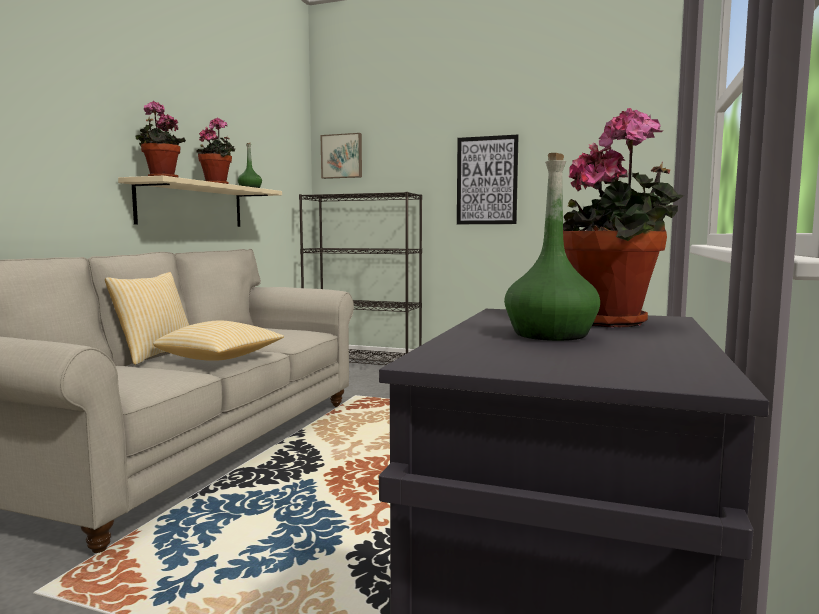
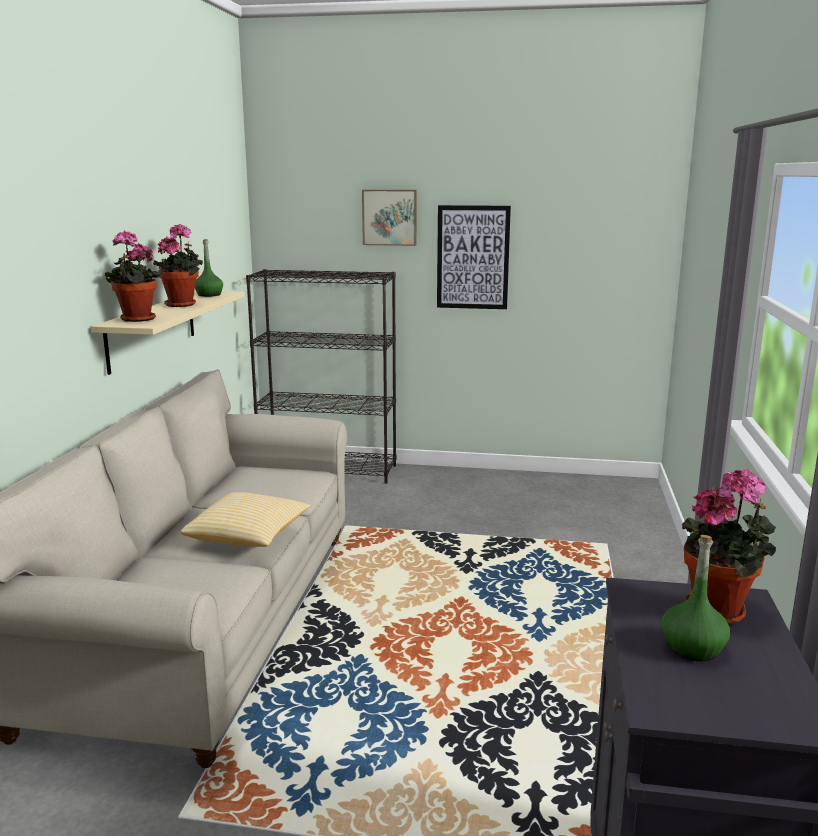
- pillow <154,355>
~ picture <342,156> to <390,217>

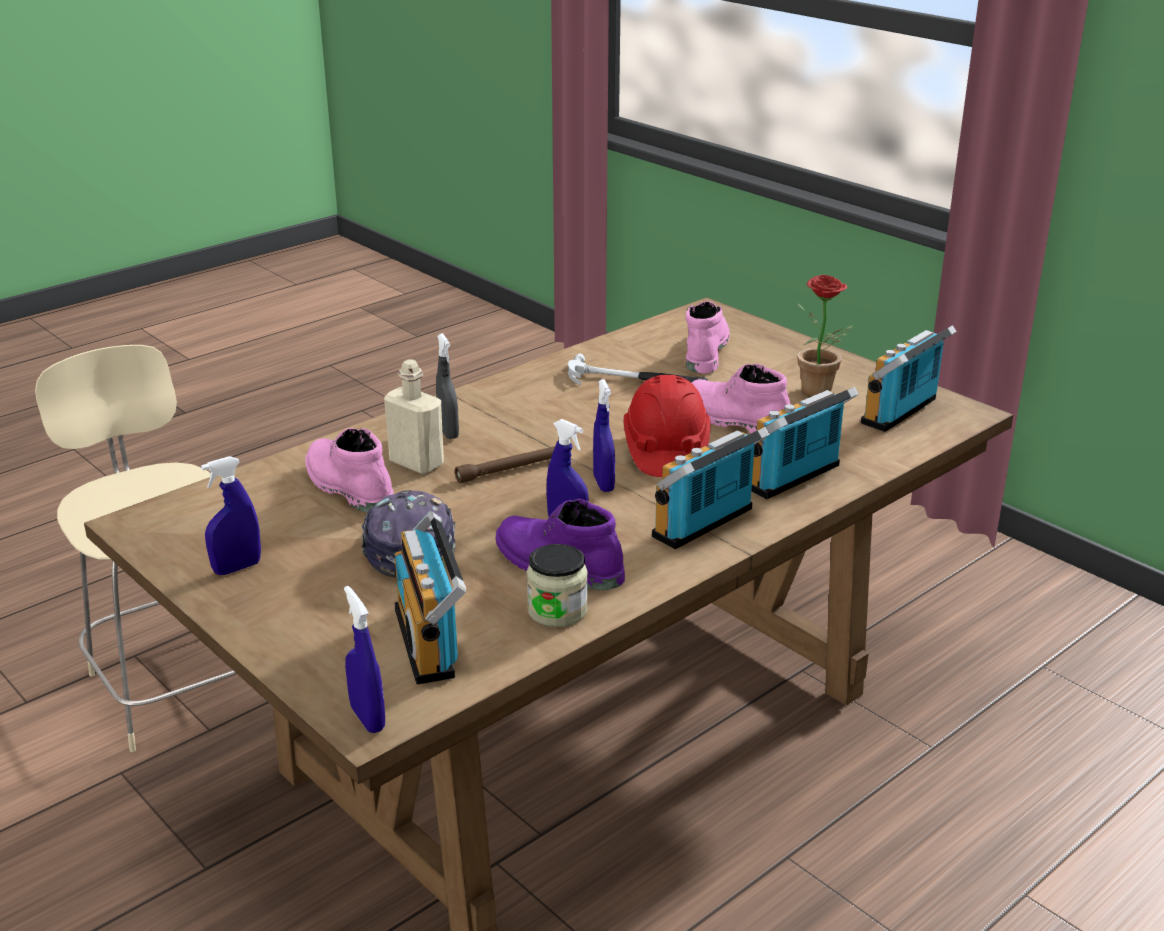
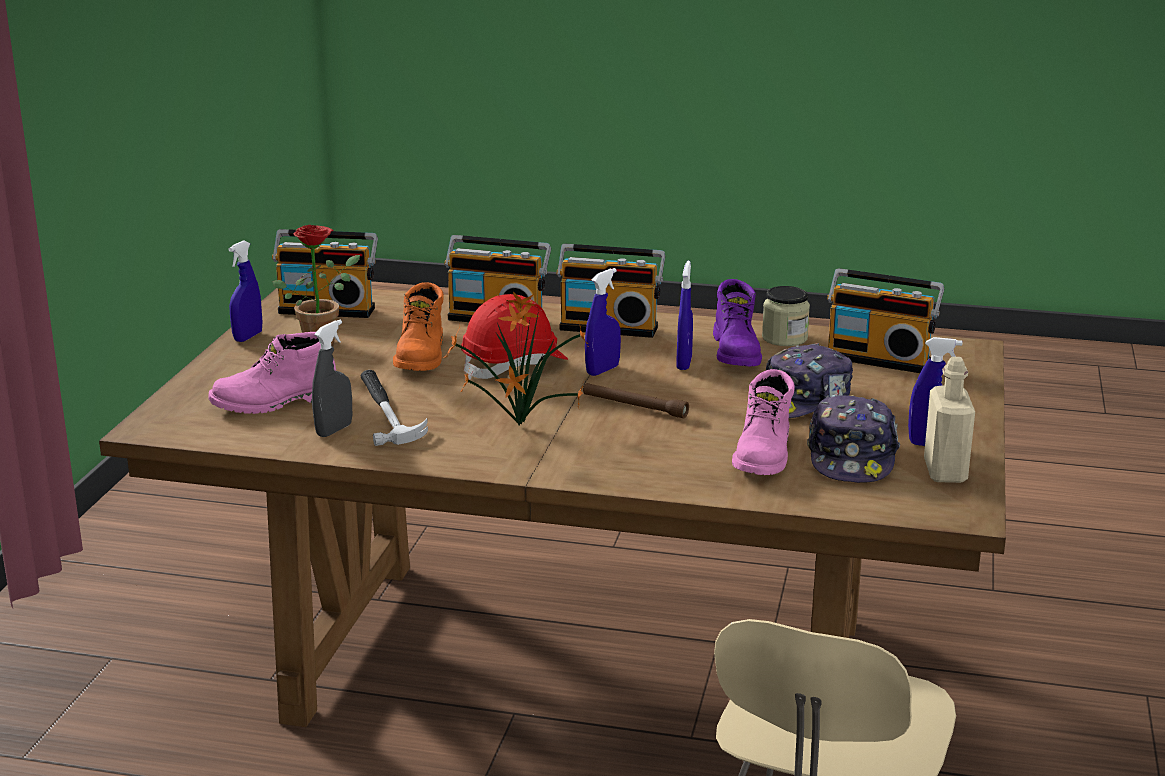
+ potted plant <515,425>
+ cap <852,457>
~ blue spray bottle <367,718> to <248,337>
~ beige bottle <416,463> to <945,471>
~ grey spray bottle <448,432> to <334,430>
~ pink boot <734,420> to orange boot <422,356>
~ radio <431,642> = <879,359> 75 degrees clockwise

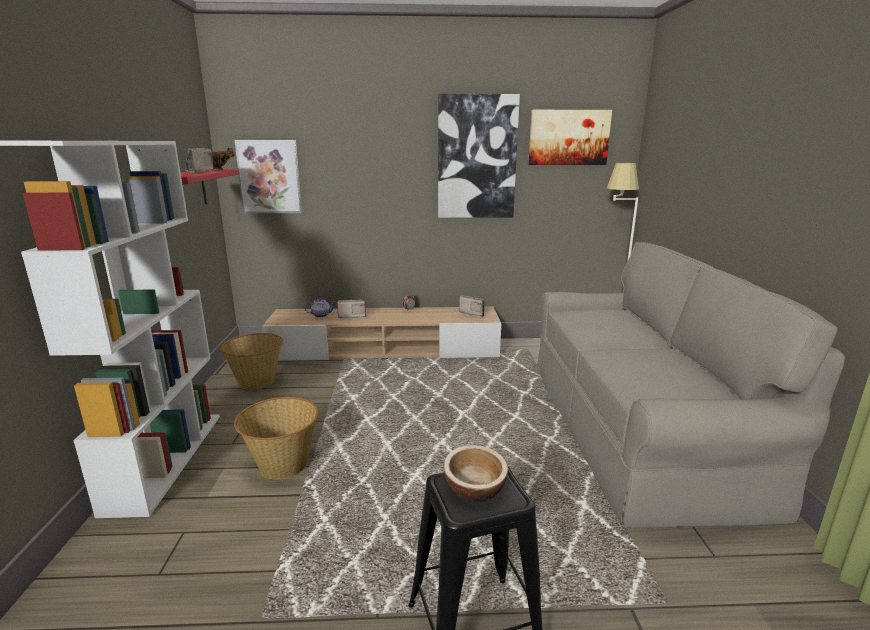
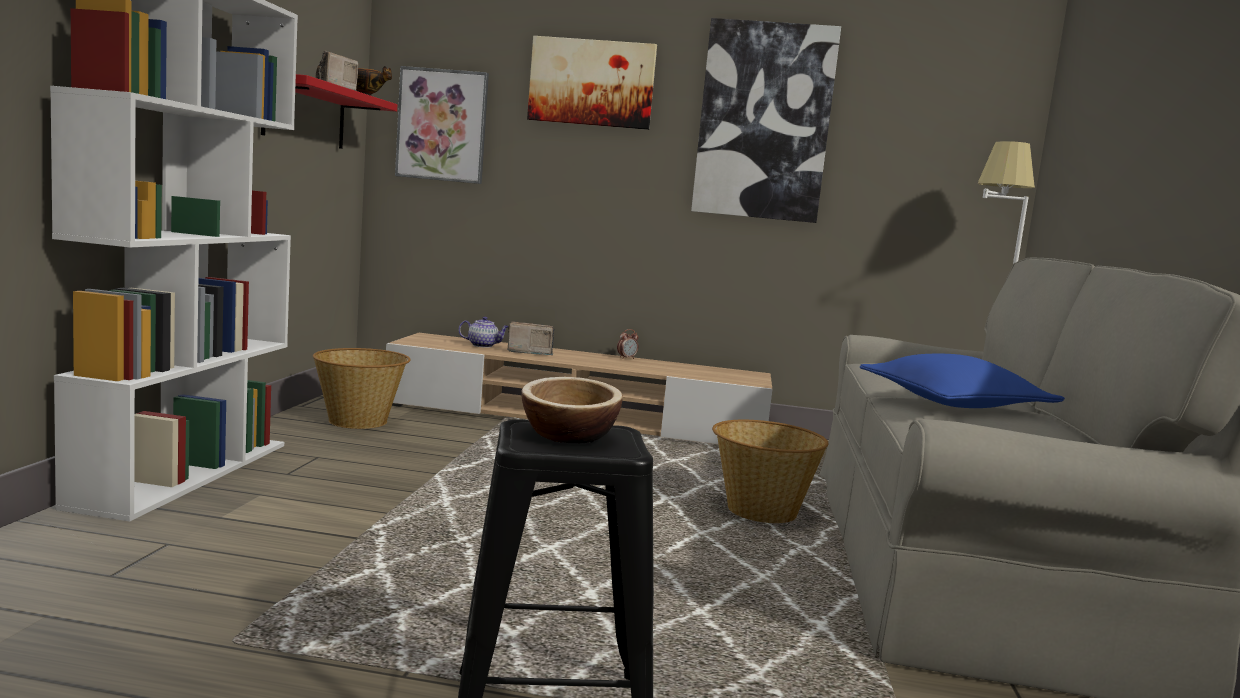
- radio <472,313>
+ blue pillow <953,403>
~ basket <282,464> to <760,512>
~ picture <568,137> to <592,83>

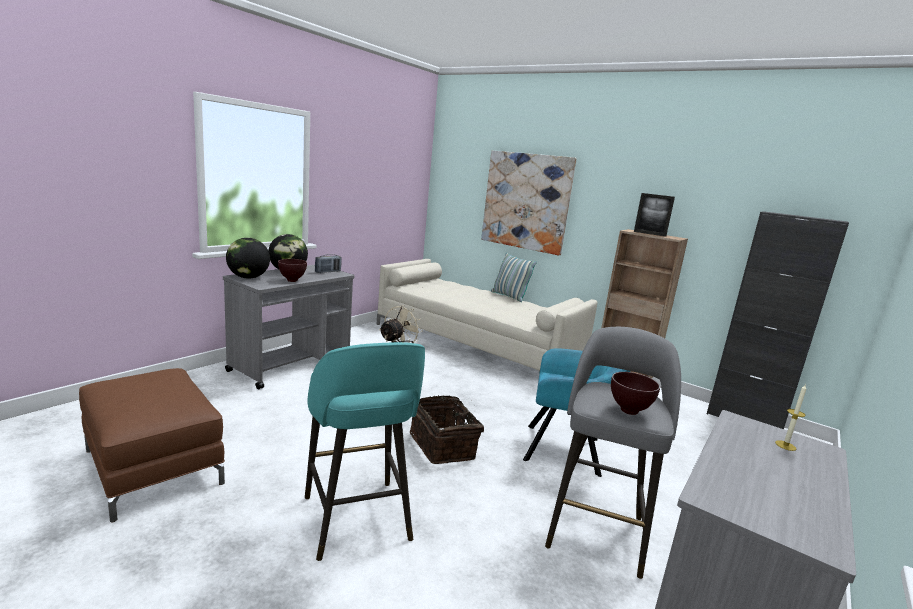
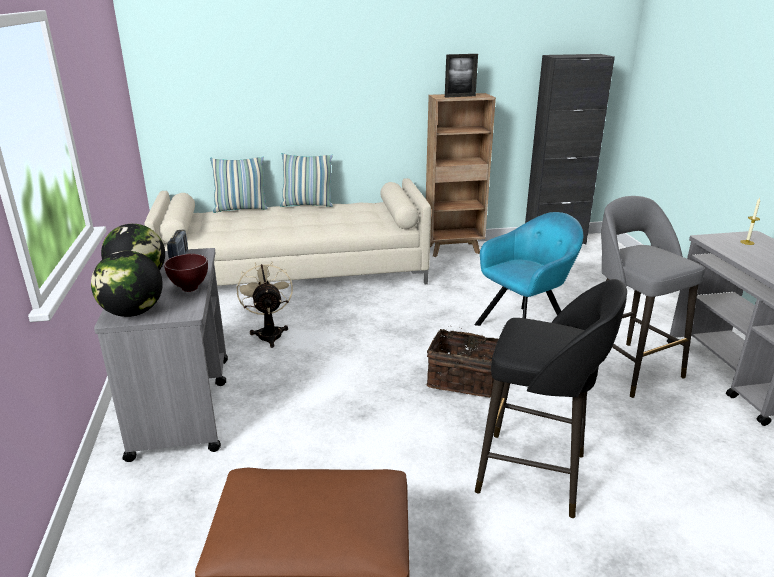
- picture <526,201>
- brown bowl <629,412>
+ pillow <241,209>
~ turquoise stool <357,521> to black stool <535,474>

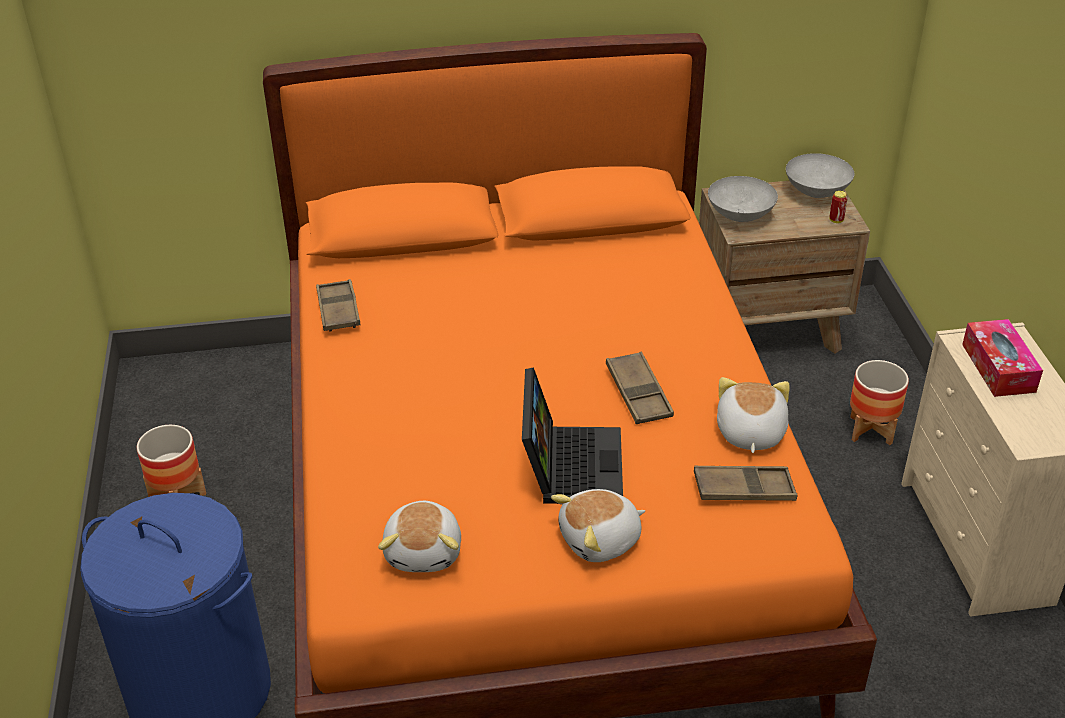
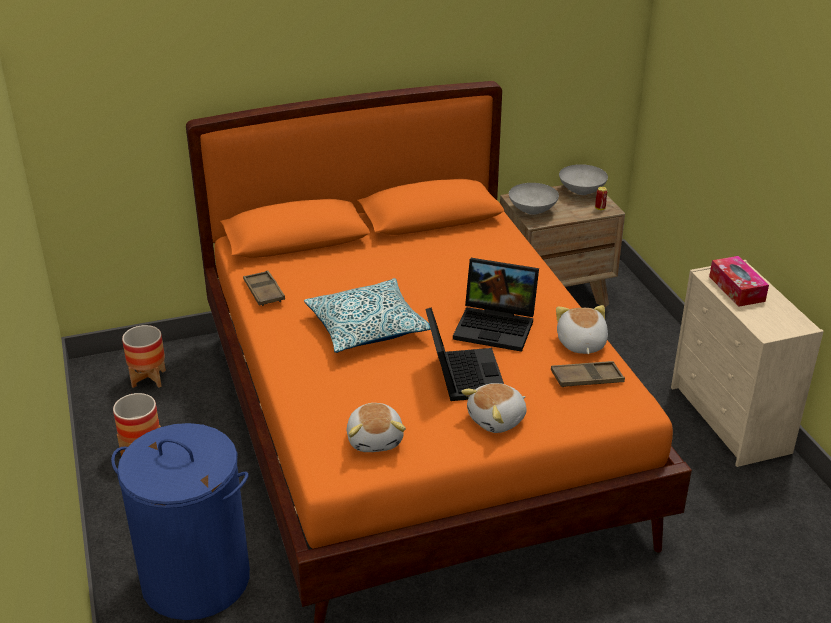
+ pillow <367,327>
~ planter <871,430> to <148,378>
~ brown tray <638,393> to laptop <497,326>

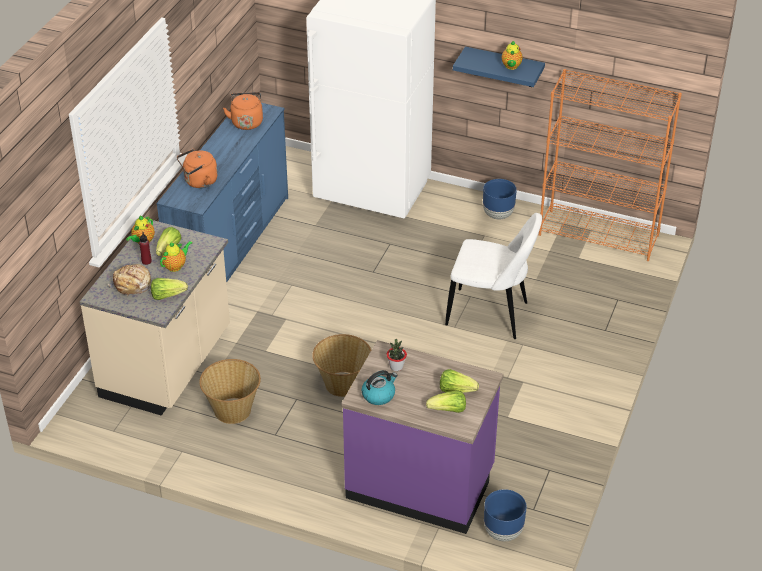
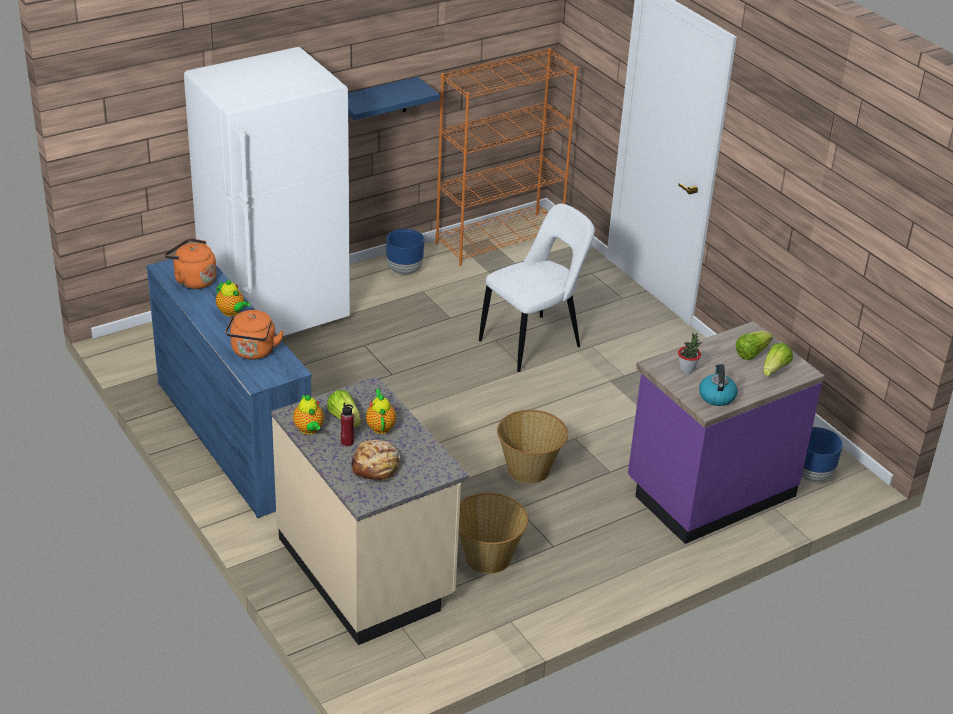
- lettuce <167,295>
~ teapot <511,67> to <232,312>

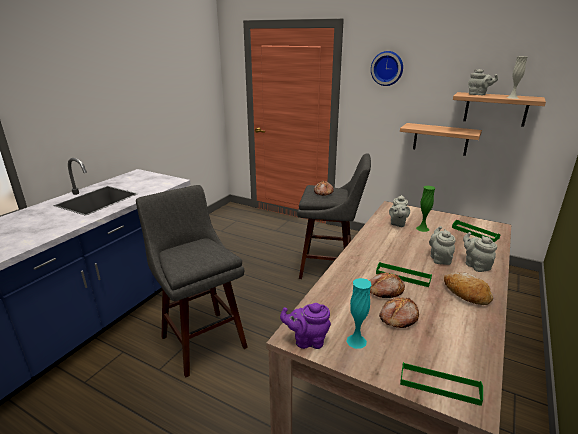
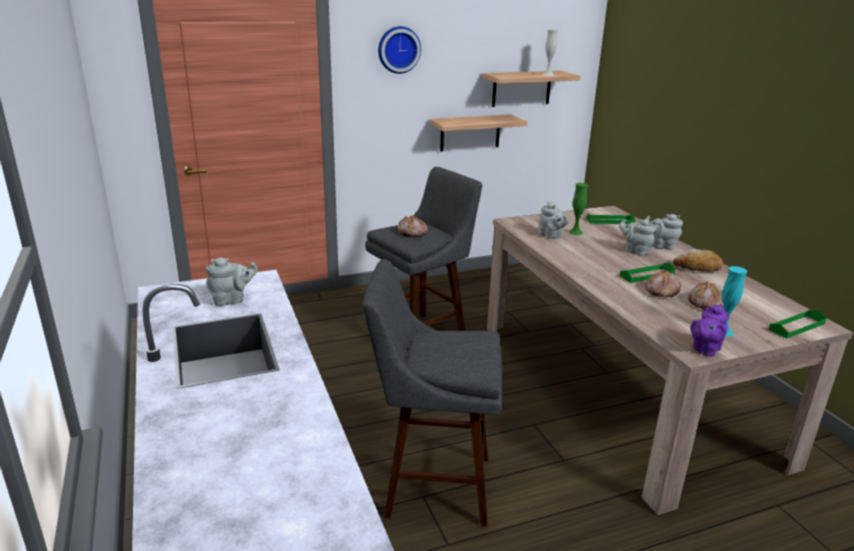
~ grey teapot <478,95> to <232,300>

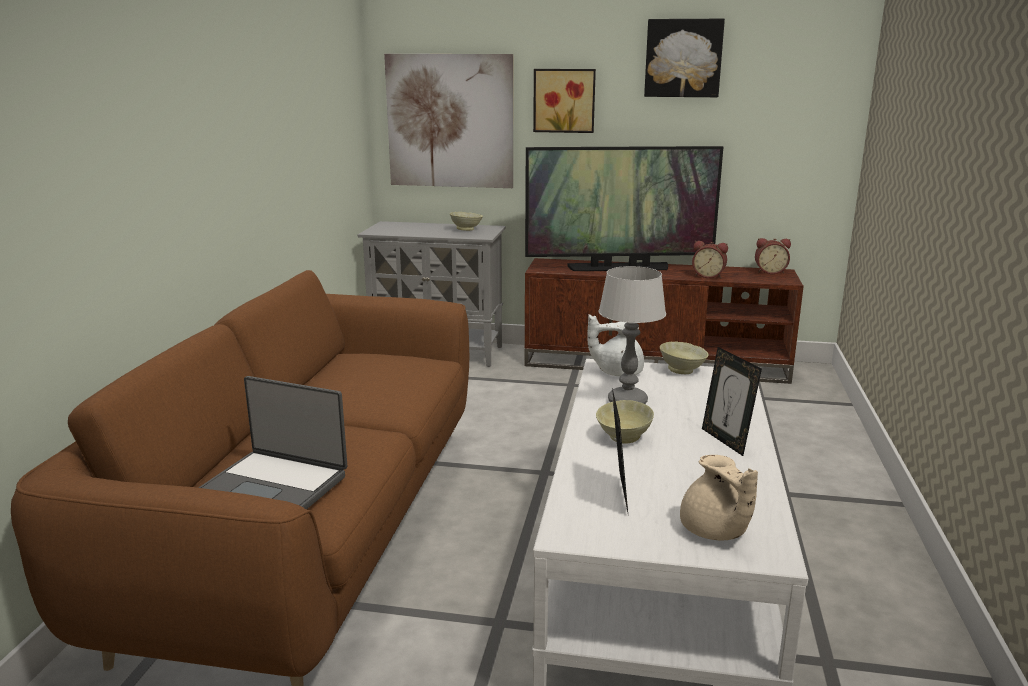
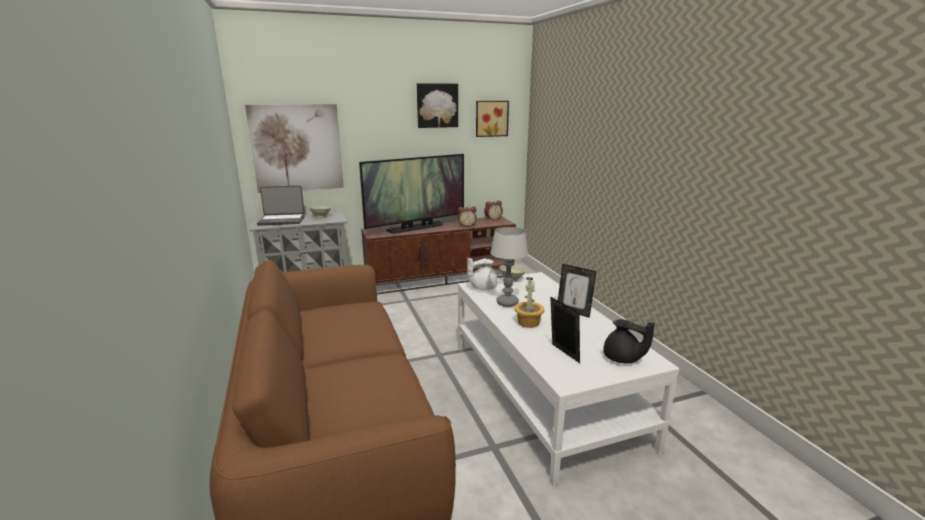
~ laptop <277,483> to <282,220>
~ picture <564,100> to <491,118>
~ beige bowl <622,438> to potted plant <528,323>
~ beige teapot <714,532> to black teapot <622,359>

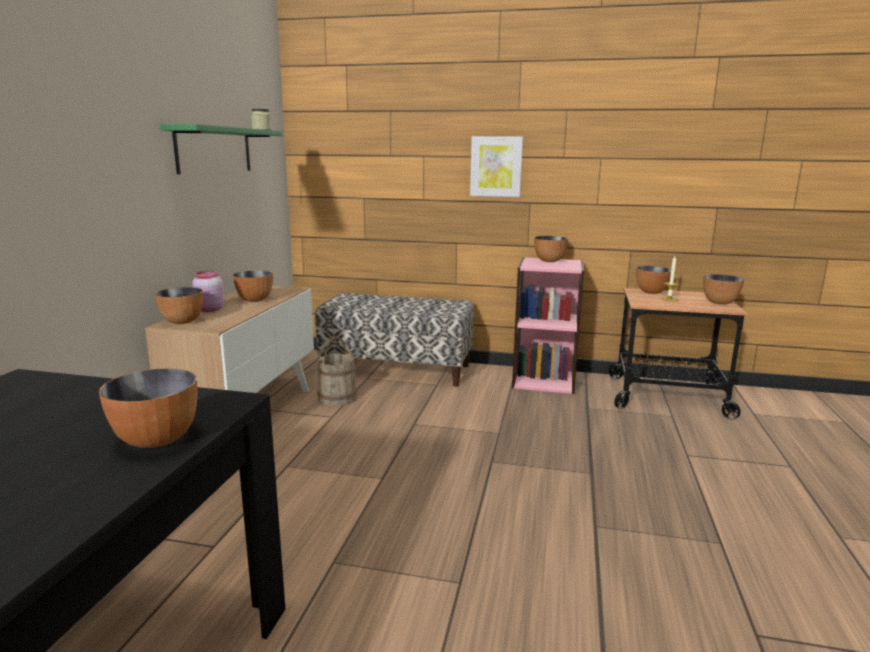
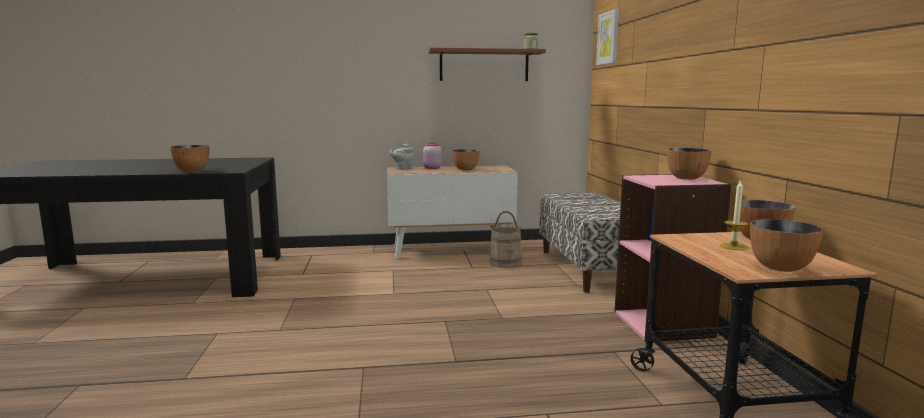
~ picture <496,166> to <608,38>
~ bowl <182,321> to grey teapot <402,168>
~ green shelf <214,150> to brown shelf <484,65>

